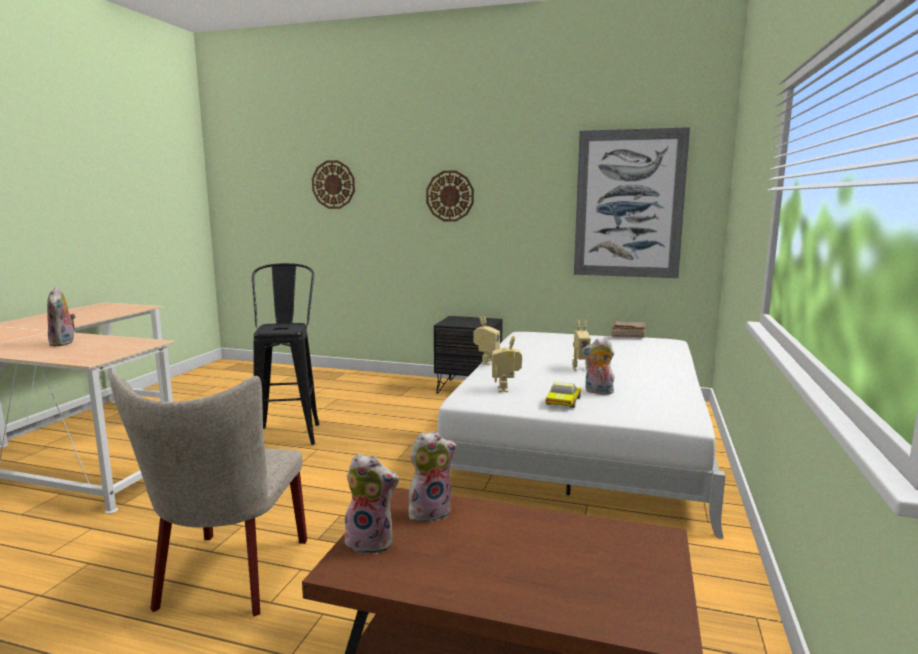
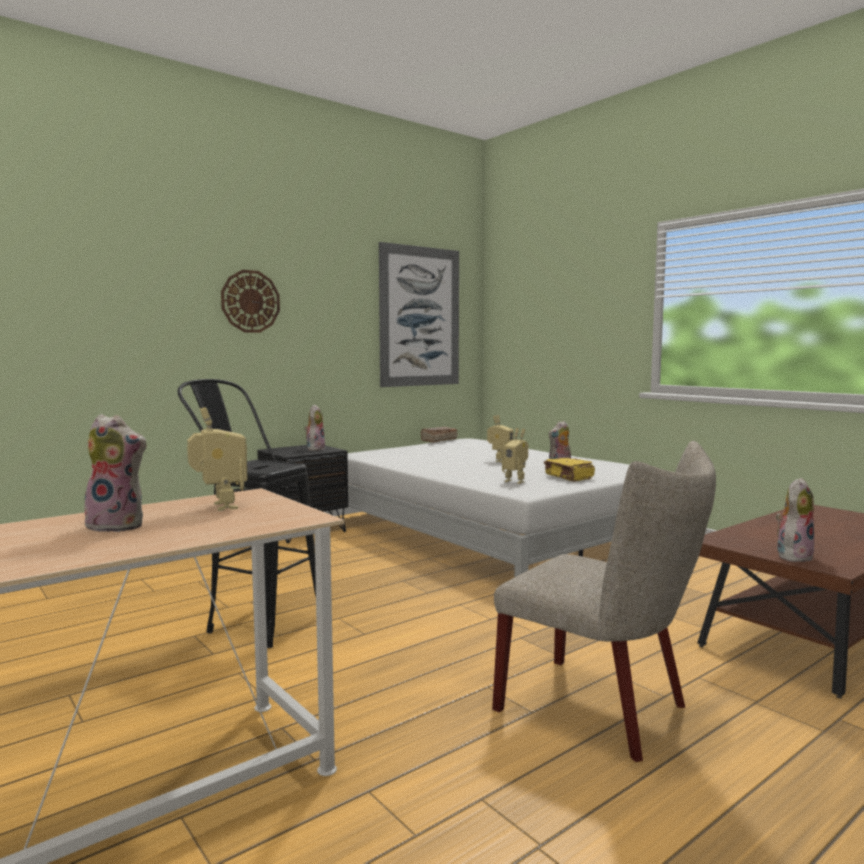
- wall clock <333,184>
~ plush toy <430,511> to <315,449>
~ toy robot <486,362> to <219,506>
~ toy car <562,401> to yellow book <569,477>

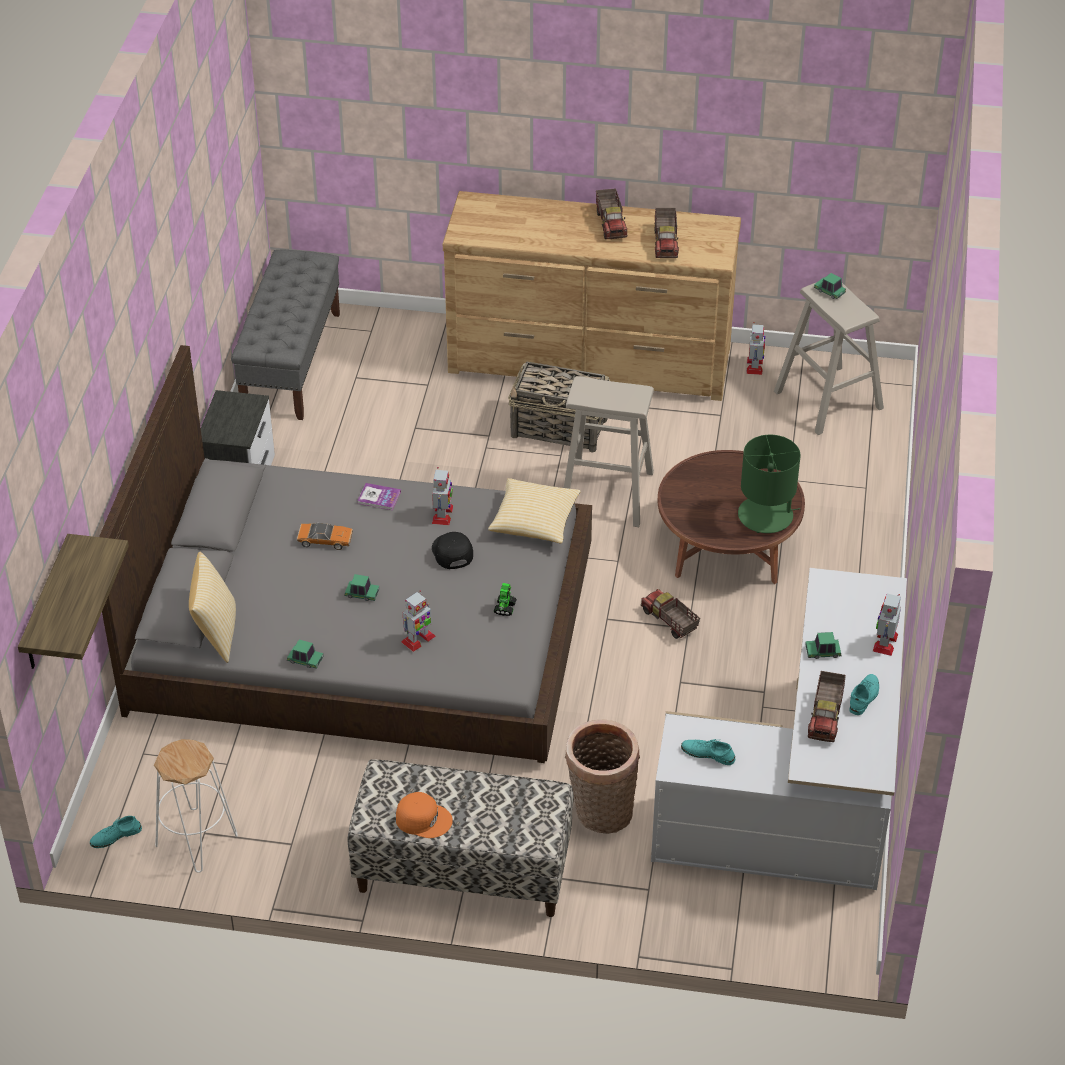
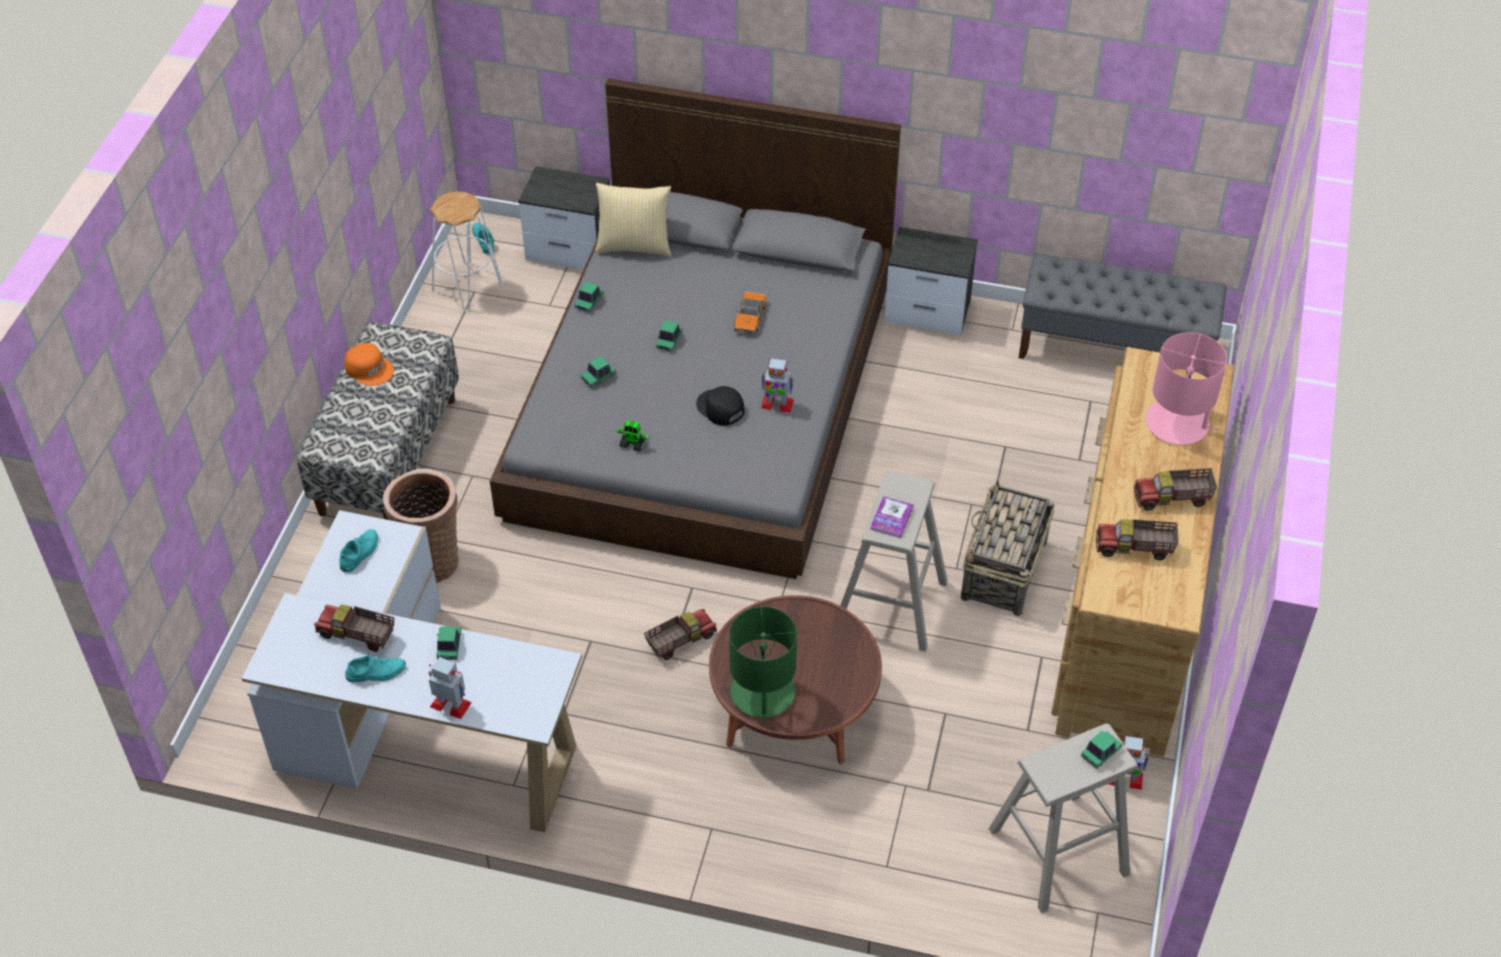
- shelf <46,606>
- pillow <534,522>
+ nightstand <571,250>
+ pink table lamp <1178,423>
~ book <379,497> to <891,518>
~ toy robot <418,639> to toy car <598,377>
~ orange cap <423,819> = <369,368> 75 degrees counterclockwise
~ black cap <451,552> = <720,408> 120 degrees counterclockwise
~ turquoise shoe <864,697> = <376,672> 45 degrees counterclockwise

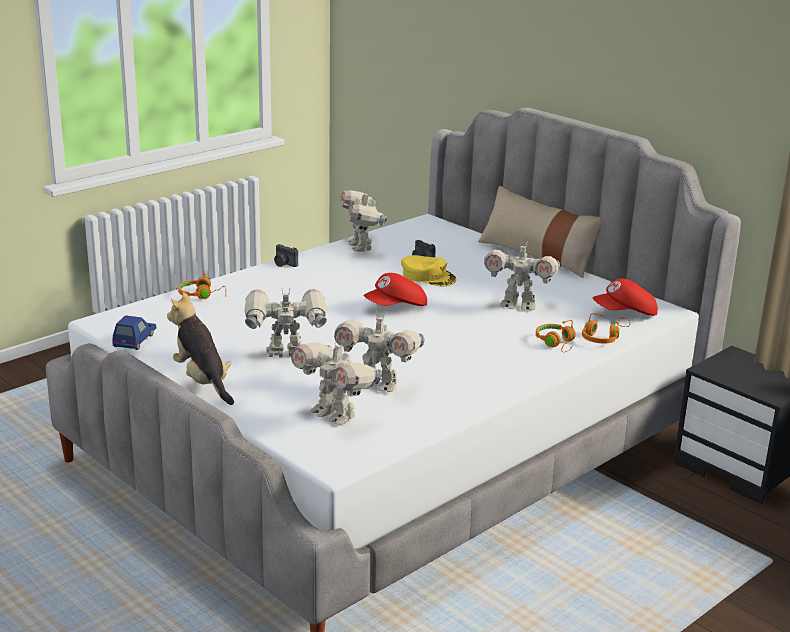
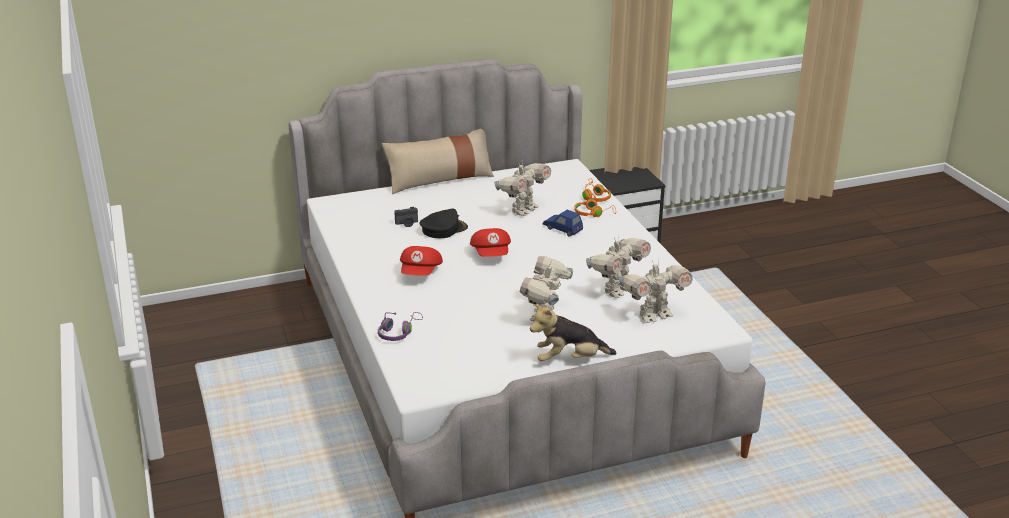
- photo camera <284,264>
- toy robot <361,247>
~ blue toy car <135,340> to <562,229>
~ red cap <625,314> to <421,273>
~ orange headphones <202,295> to purple headphones <398,332>
~ yellow cap <428,276> to black cap <443,229>

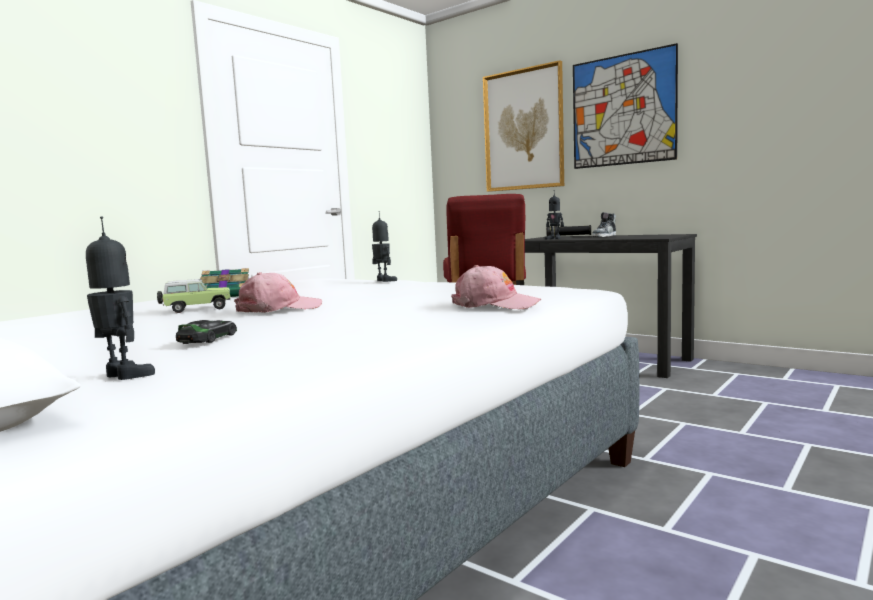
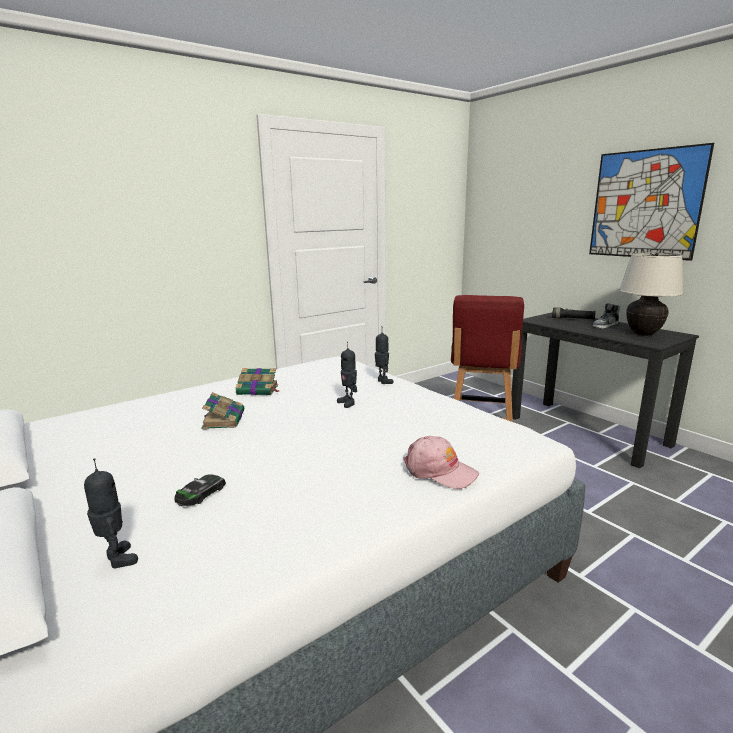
- pink cap <279,309>
- picture <523,130>
+ beige table lamp <643,334>
~ toy robot <554,238> to <348,403>
~ toy car <196,309> to book <224,419>

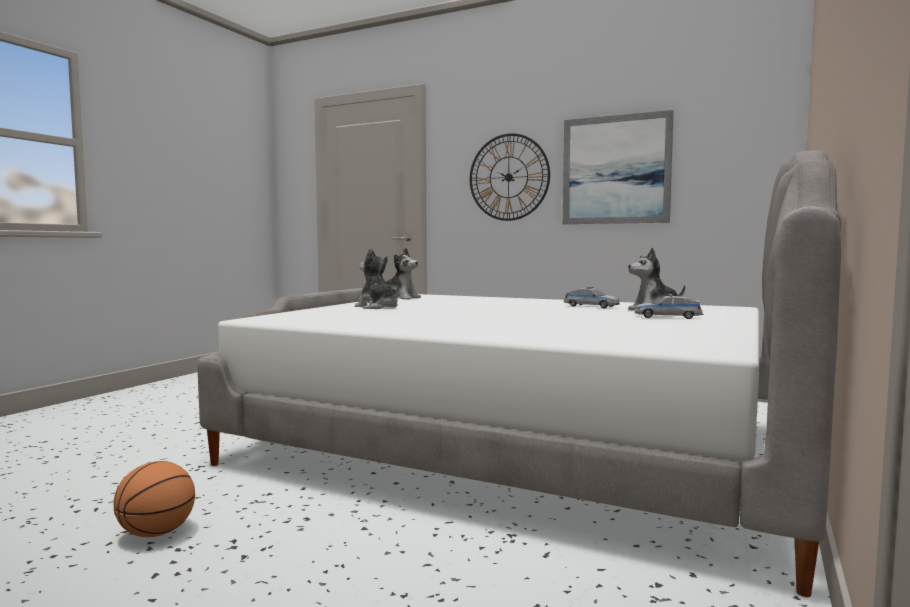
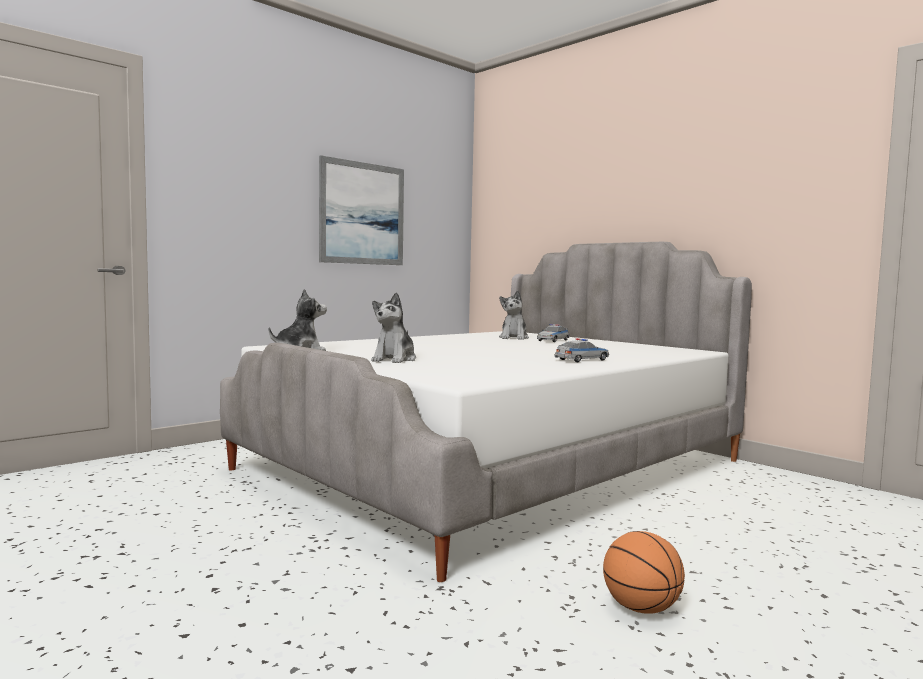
- wall clock <508,177>
~ toy car <591,306> to <582,360>
~ plush toy <377,307> = <394,359> 45 degrees counterclockwise

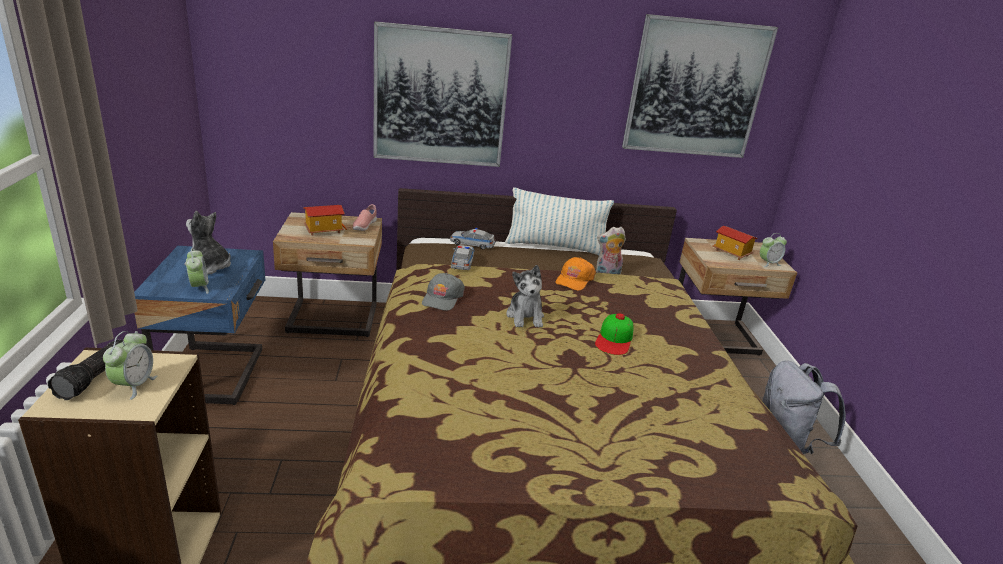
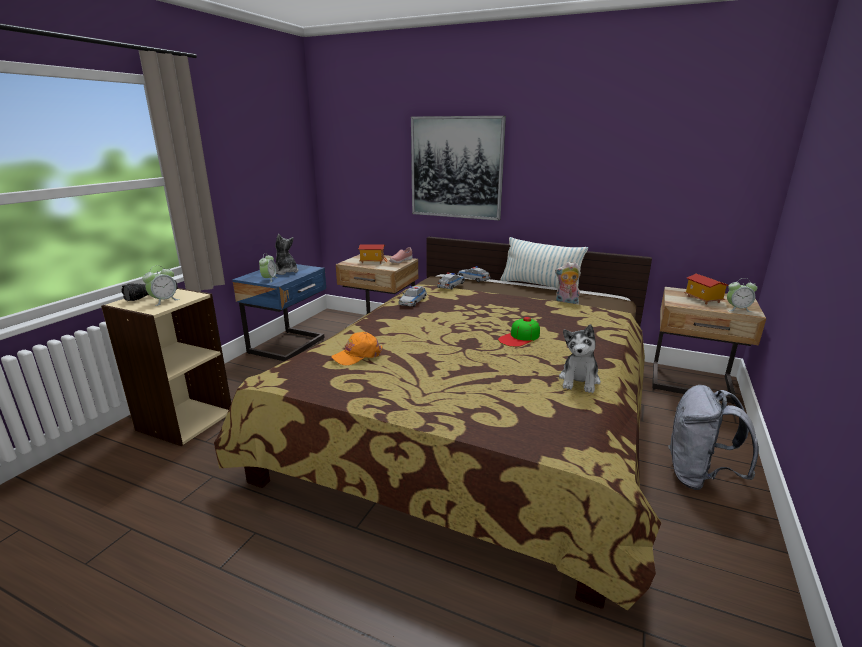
- picture <695,88>
~ plush toy <525,316> to <579,380>
~ orange cap <574,280> to <357,355>
~ grey cap <442,298> to toy car <413,301>

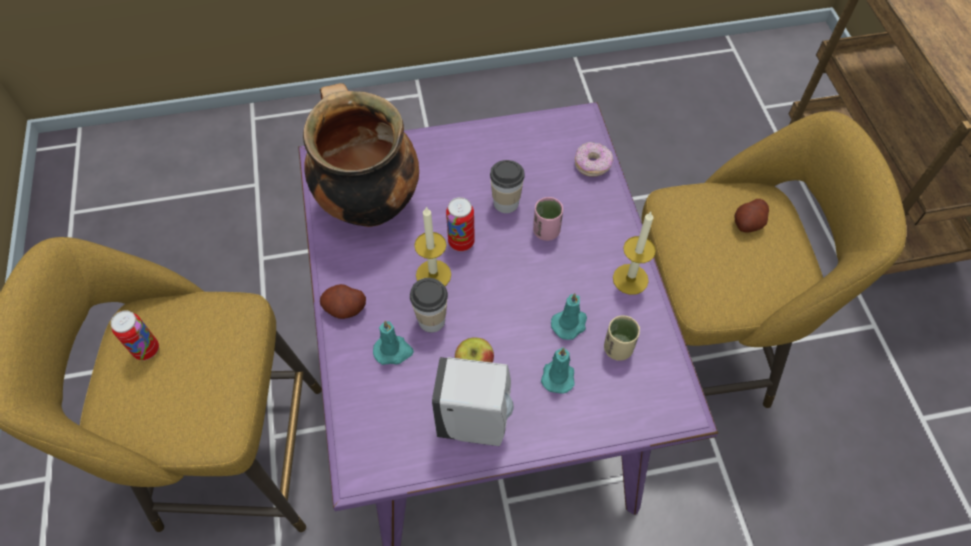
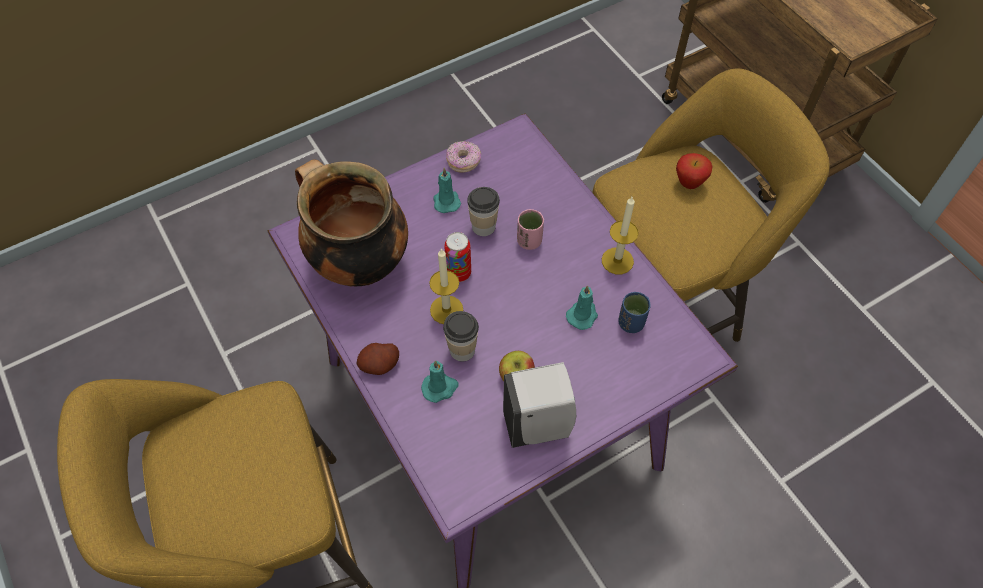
- can <146,350>
~ turquoise candle <558,375> to <446,201>
~ donut <592,165> to <463,161>
~ potato <748,223> to apple <689,184>
~ beige cup <618,348> to blue cup <631,323>

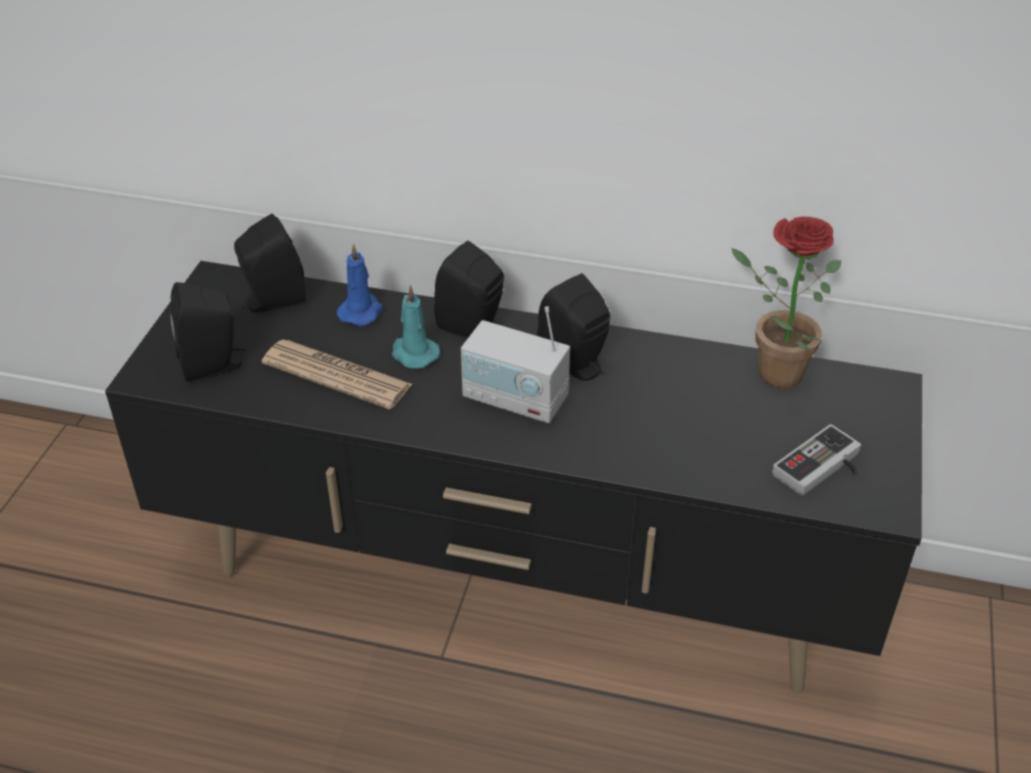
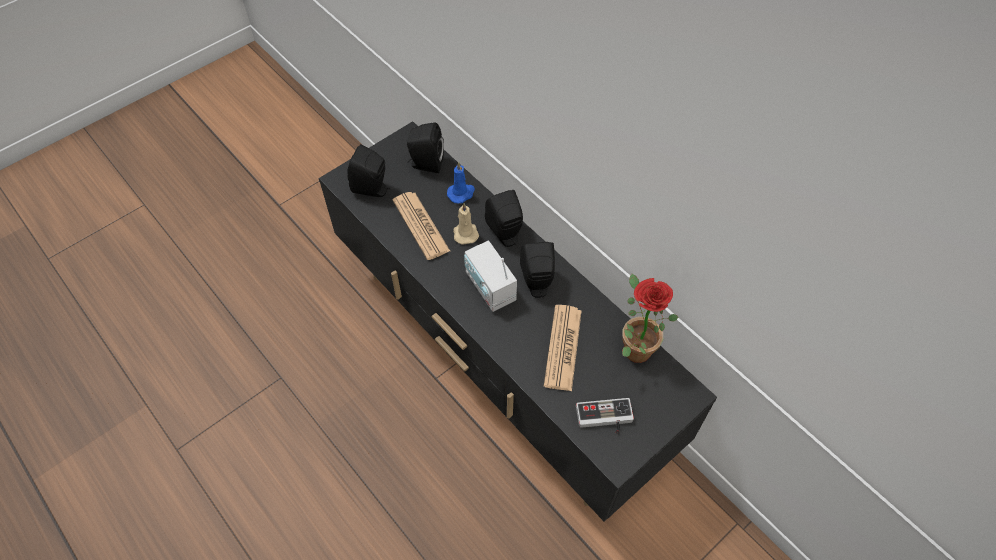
+ newspaper <563,347>
~ turquoise candle <413,353> to beige candle <465,233>

